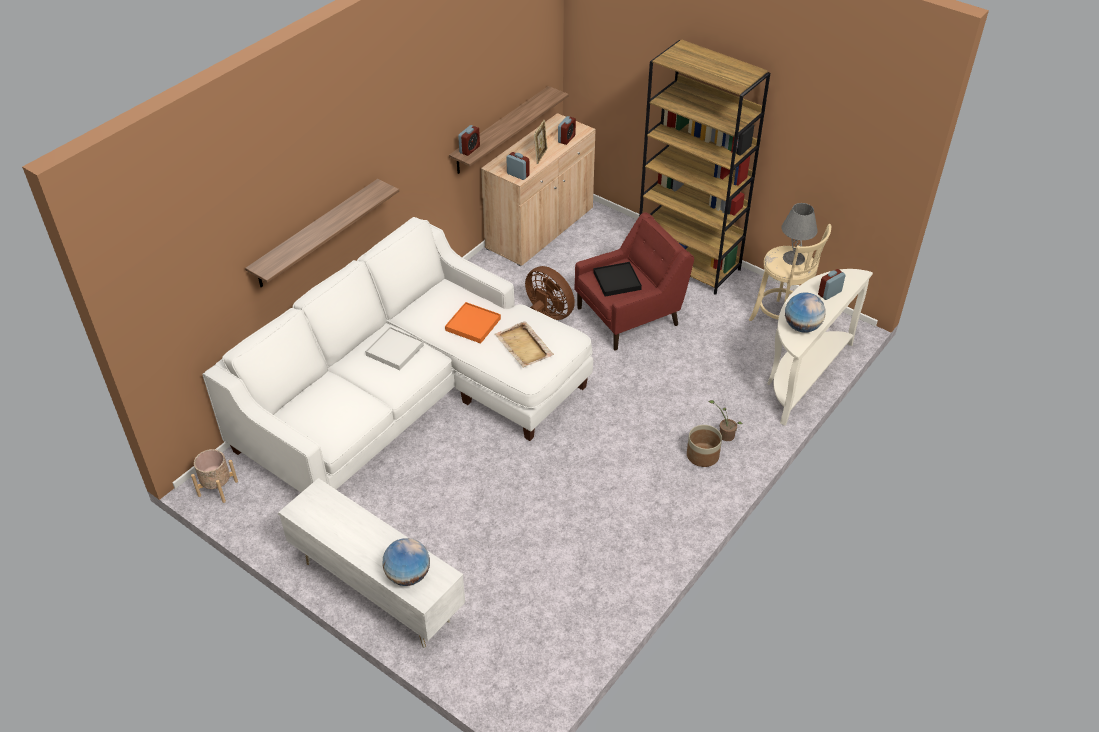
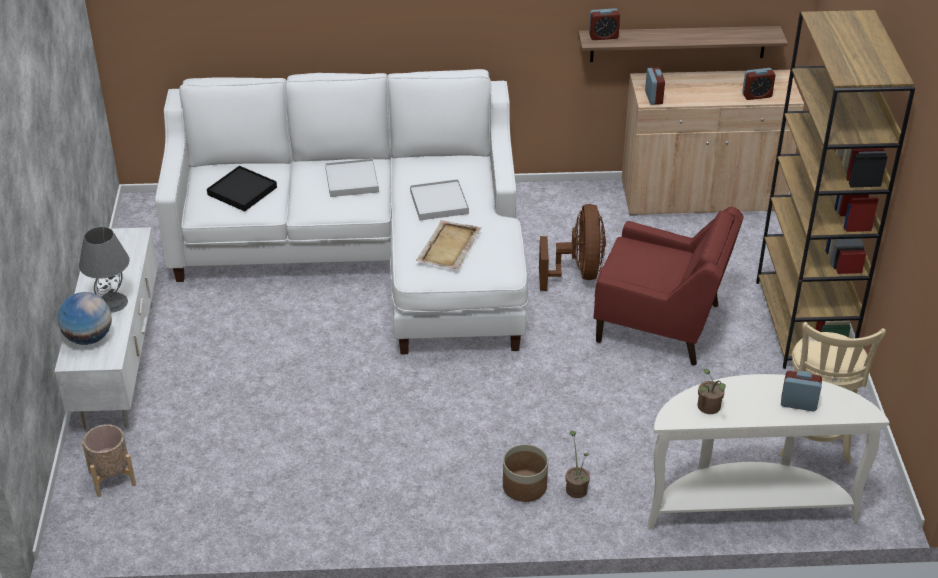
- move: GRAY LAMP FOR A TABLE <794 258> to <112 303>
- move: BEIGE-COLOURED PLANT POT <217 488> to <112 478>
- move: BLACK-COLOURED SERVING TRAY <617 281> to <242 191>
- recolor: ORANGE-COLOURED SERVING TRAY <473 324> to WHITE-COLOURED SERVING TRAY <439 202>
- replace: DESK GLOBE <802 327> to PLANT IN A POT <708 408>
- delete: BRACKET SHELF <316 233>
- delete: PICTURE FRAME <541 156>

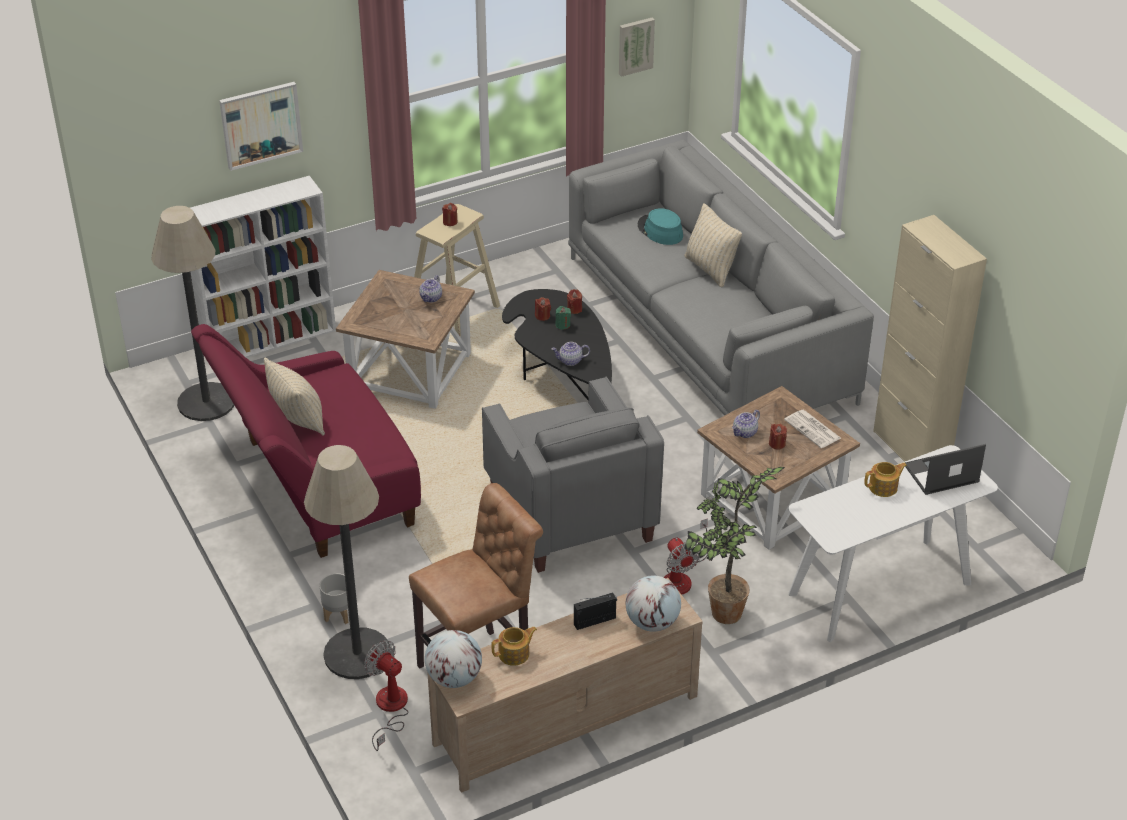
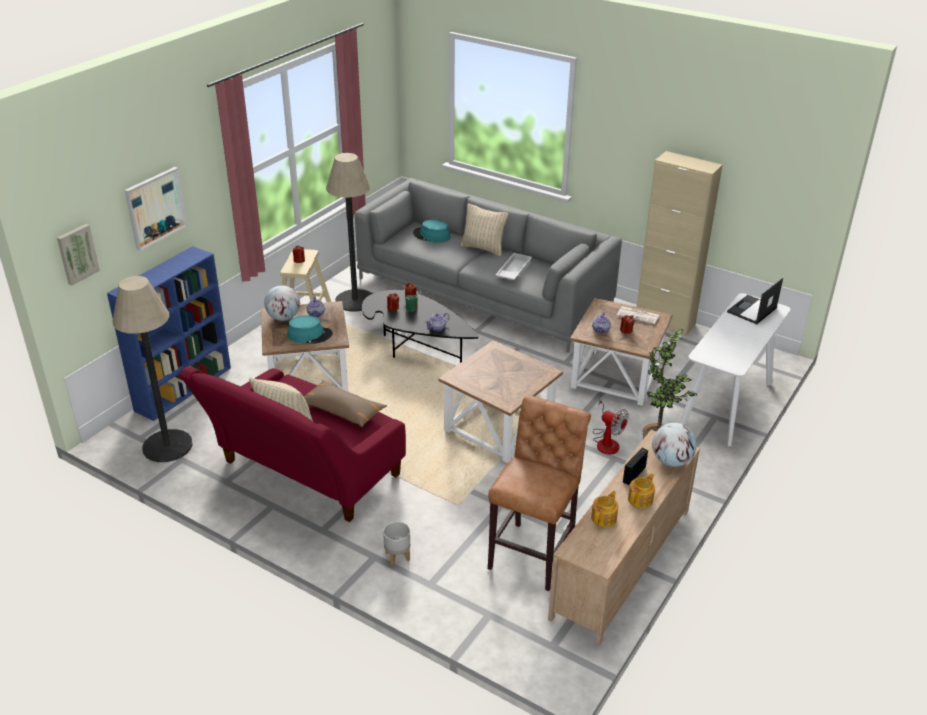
- move: WALL ART <635 46> to <77 254>
- recolor: WHITE-COLOURED SHELVING UNIT <270 339> to BLUE SHELVING UNIT <184 388>
- move: DESK GLOBE <454 678> to <283 318>
- insert: TURQUOISE-COLOURED HAT <310 335>
- insert: BROWN-COLOURED PILLOW <342 410>
- move: FLOOR LAMP <357 654> to <355 301>
- replace: GRAY EASY CHAIR <569 513> to BROWN-COLOURED SIDE TABLE <499 428>
- insert: WHITE-COLOURED SERVING TRAY <513 271>
- move: TEAPOT <884 487> to <641 499>
- delete: COOLING FAN <389 709>

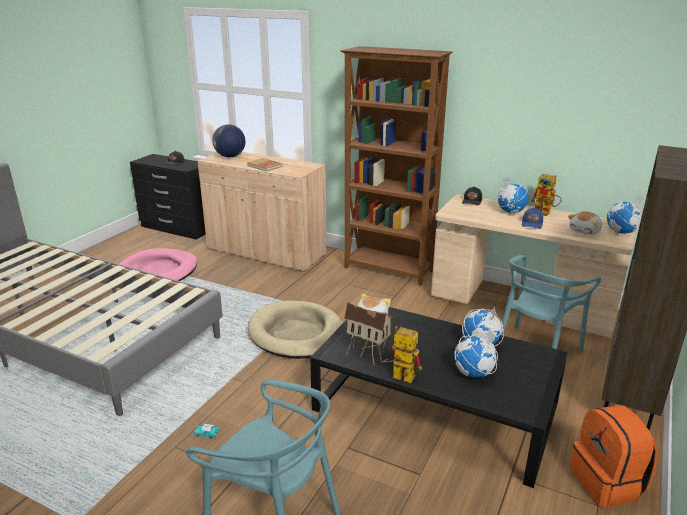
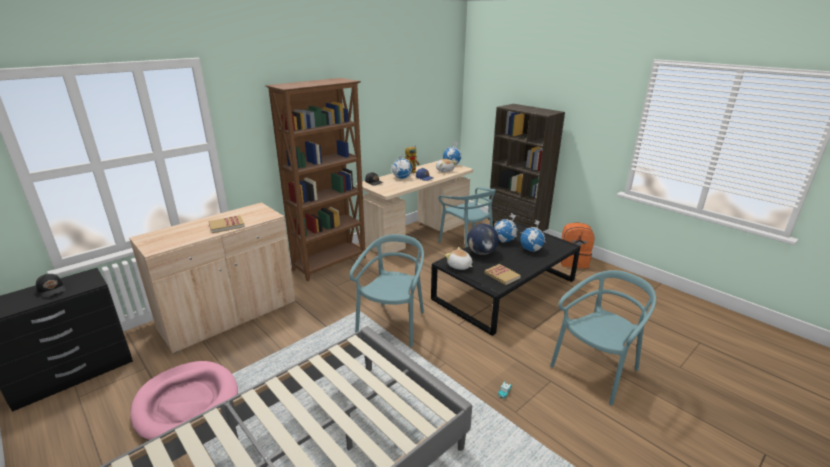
- replace: BEIGE-COLOURED DOG CUSHION <297 334> to TURQUOISE-COLOURED CHAIR <393 324>
- move: DESK GLOBE <230 156> to <481 253>
- replace: TOY HOUSE <367 355> to BOOK <502 275>
- delete: ROBOT FIGURE <398 377>

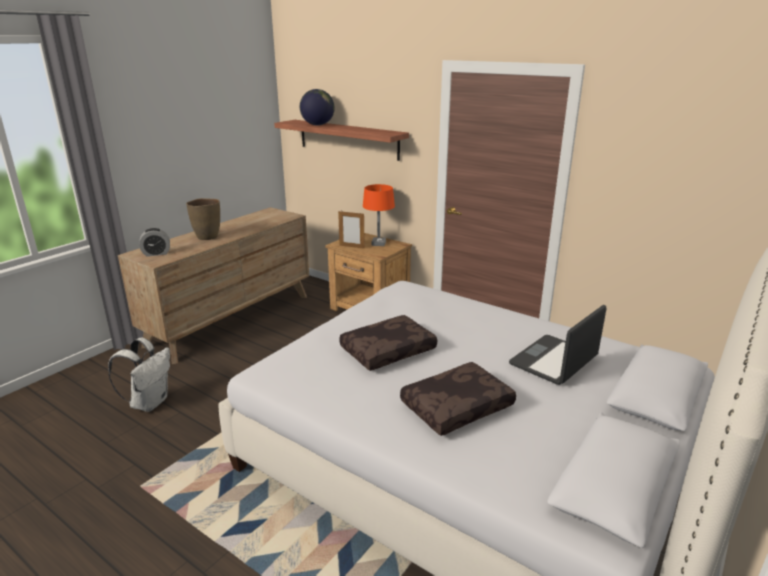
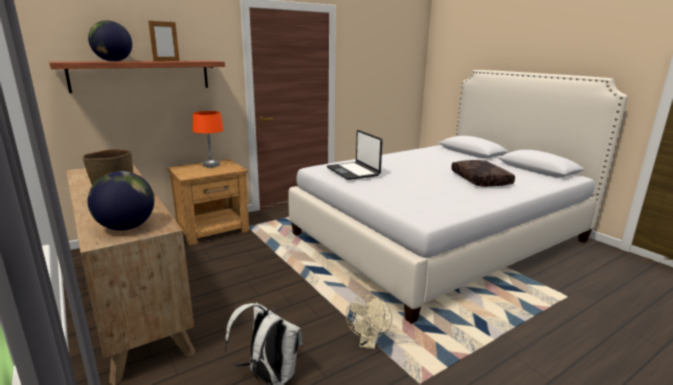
- replace: BEDSIDE CLOCK <156 253> to DESK GLOBE <126 227>
- move: PICTURE FRAME <352 247> to <166 61>
- move: PORTABLE COMPUTER <554 361> to <353 171>
- insert: BEIGE-COLOURED COOLING FAN <368 343>
- delete: BROWN-COLOURED PILLOW <388 350>

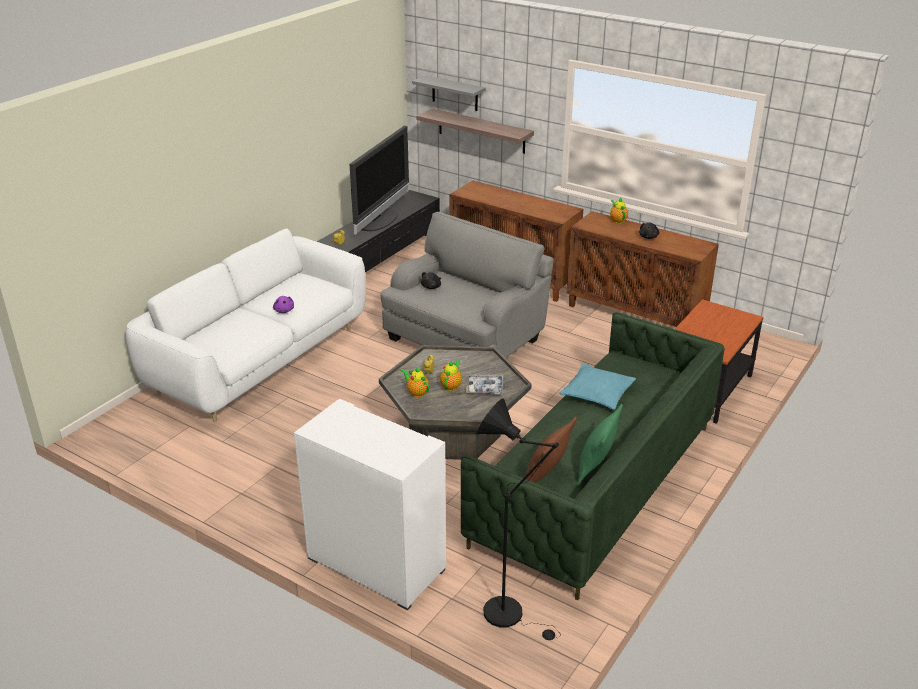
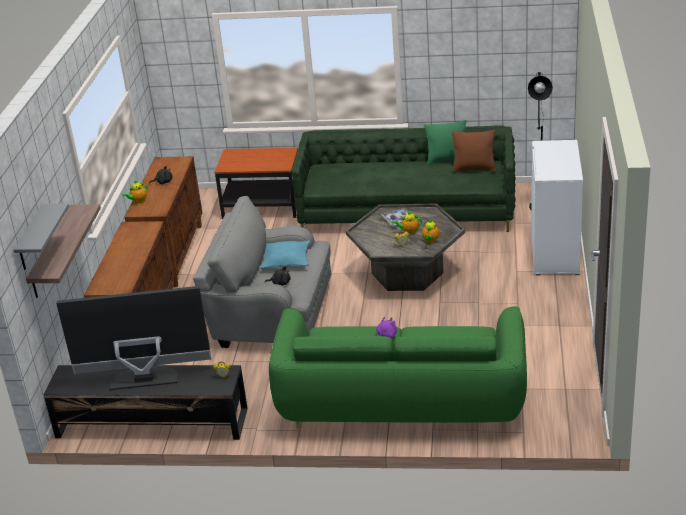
- move: TURQUOISE-COLOURED PILLOW <597 393> to <286 260>
- recolor: WHITE-COLOURED SOFA <259 360> to GREEN-COLOURED SOFA <401 403>

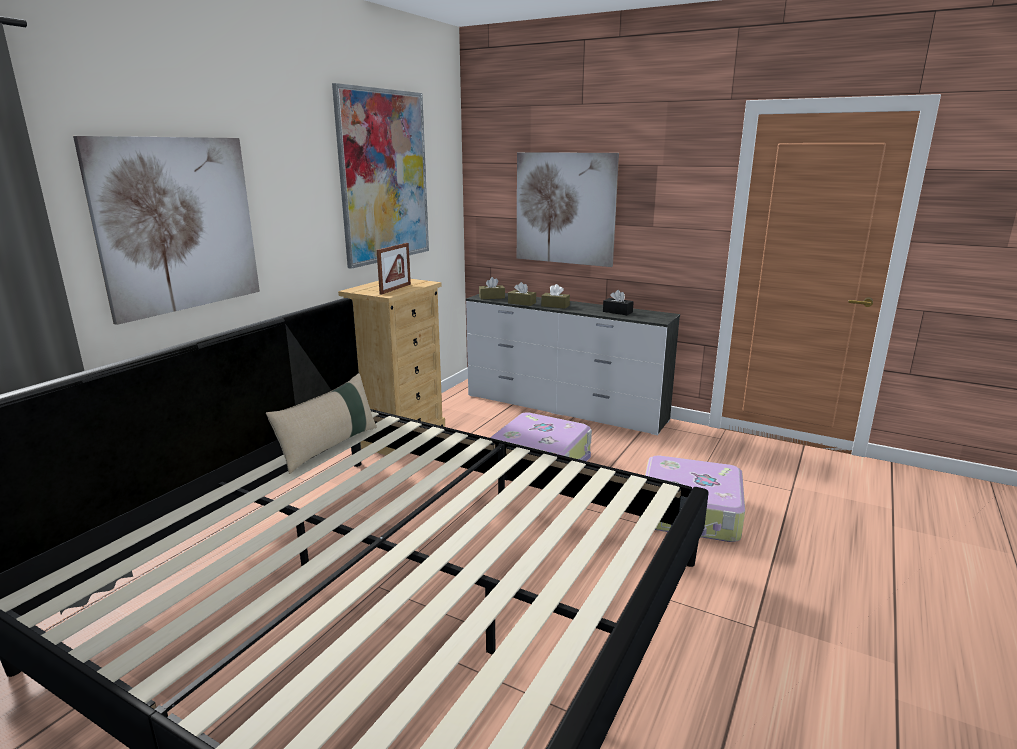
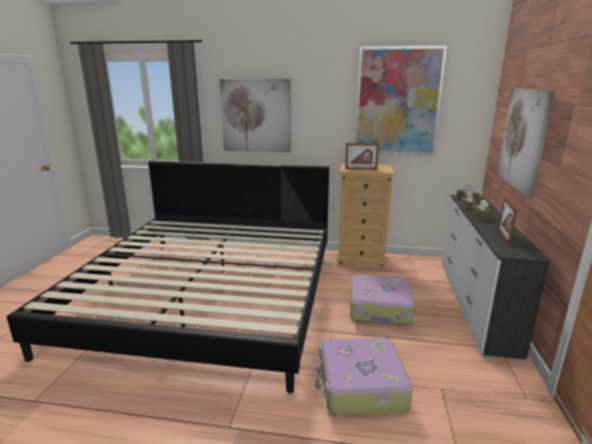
- replace: BLACK-COLOURED TISSUE BOX <617 312> to PICTURE FRAME <503 236>
- delete: BEIGE-COLOURED PILLOW <329 446>

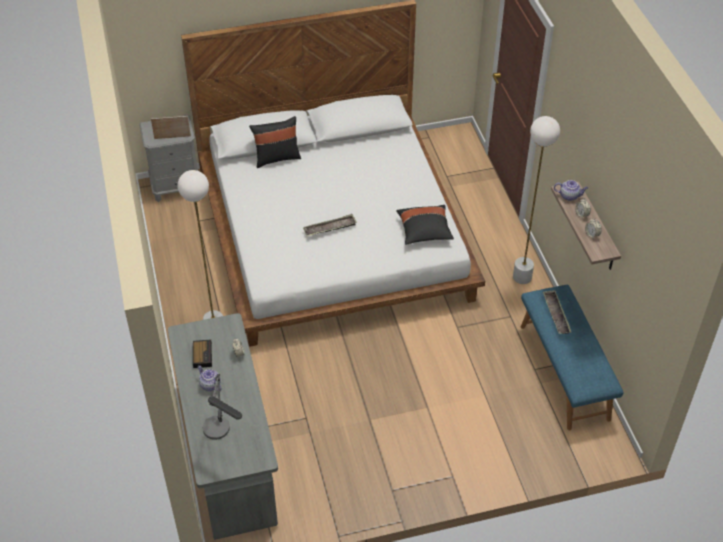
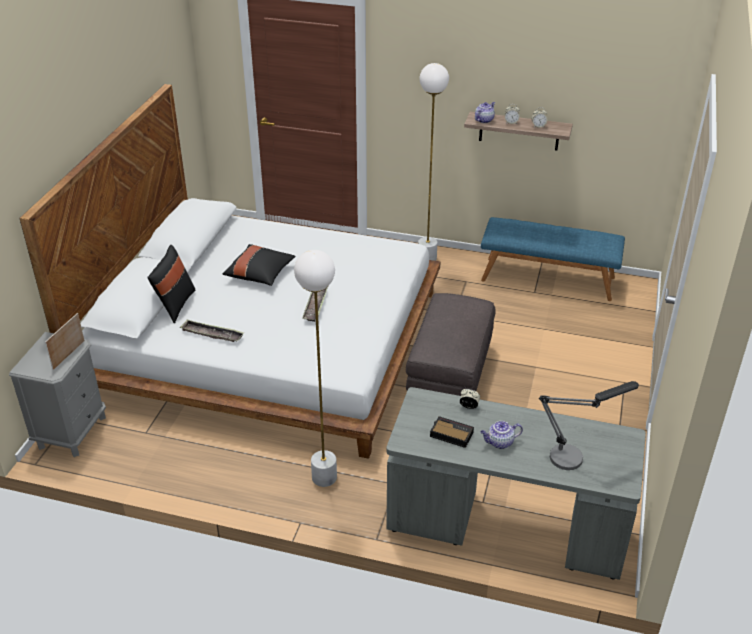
- move: SERVING TRAY <556 314> to <212 334>
- move: BLACK-COLOURED PILLOW <424 231> to <260 274>
- insert: GRAY OTTOMAN <449 374>

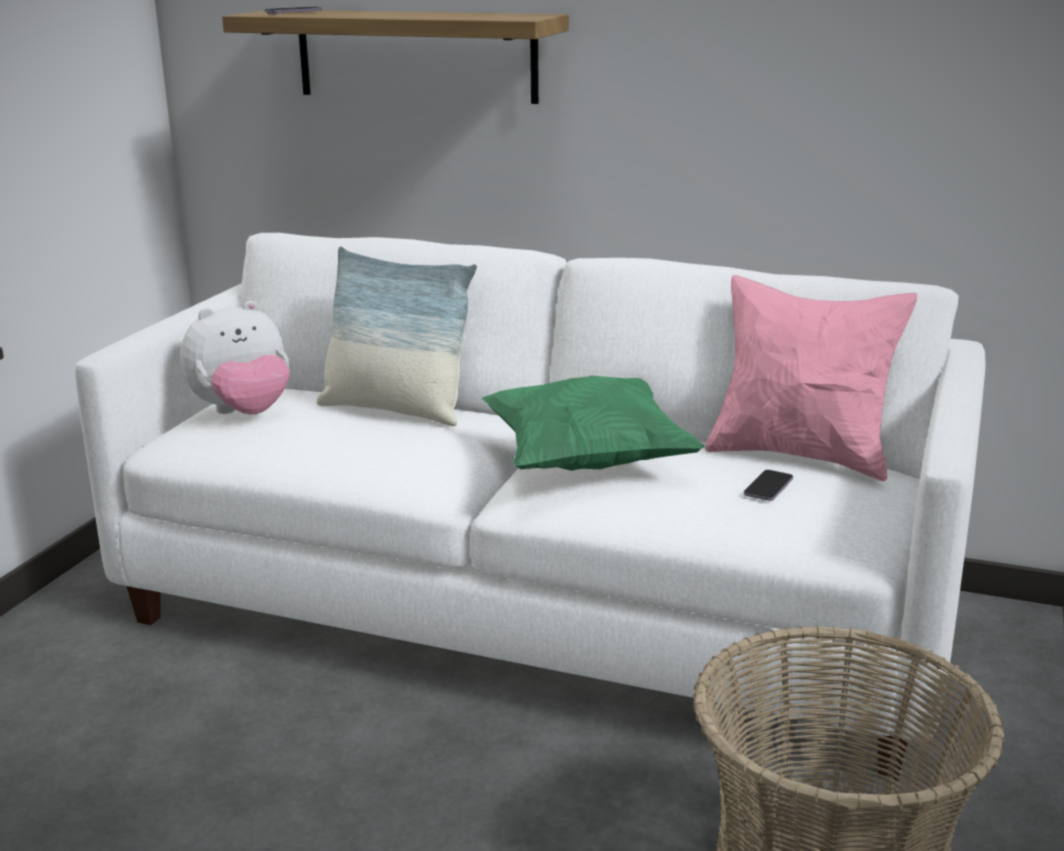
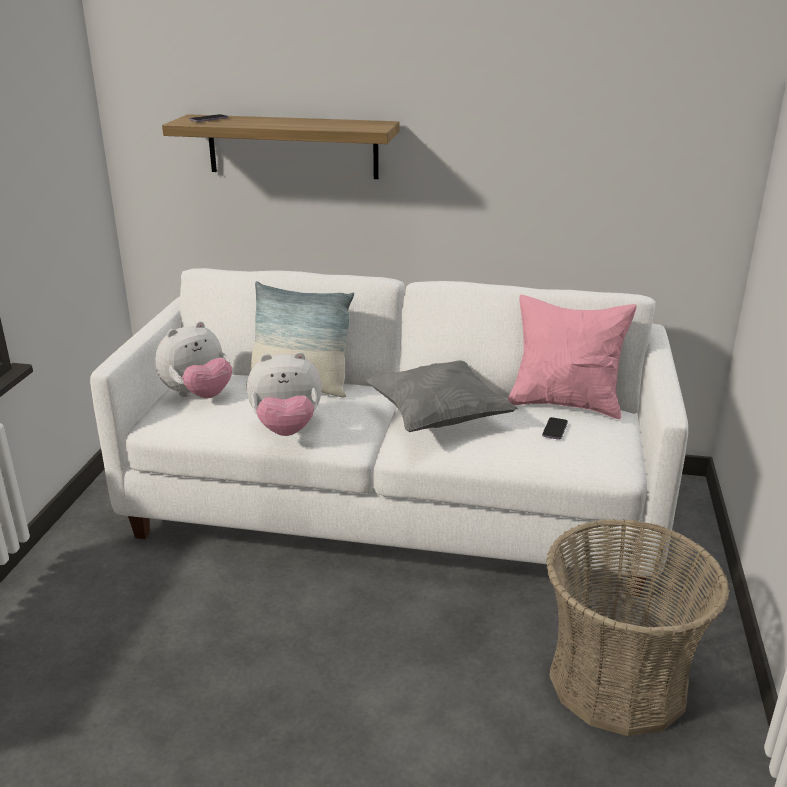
- insert: SOFT TOY <286 429>
- recolor: GREEN-COLOURED PILLOW <587 461> to GRAY PILLOW <438 418>

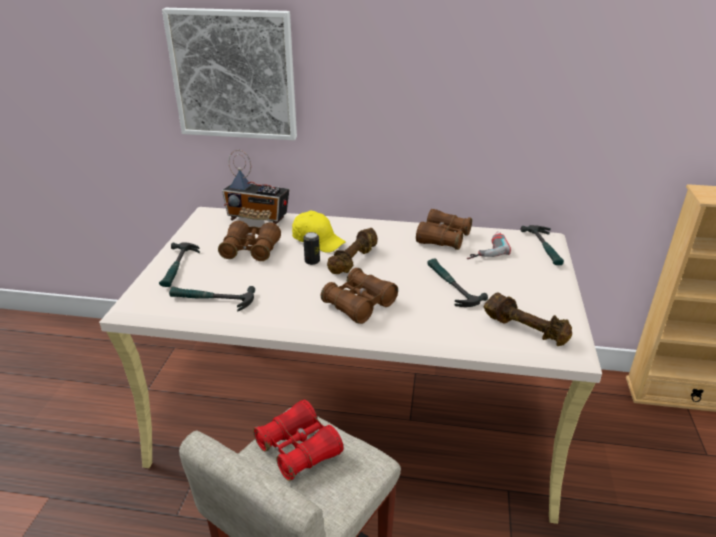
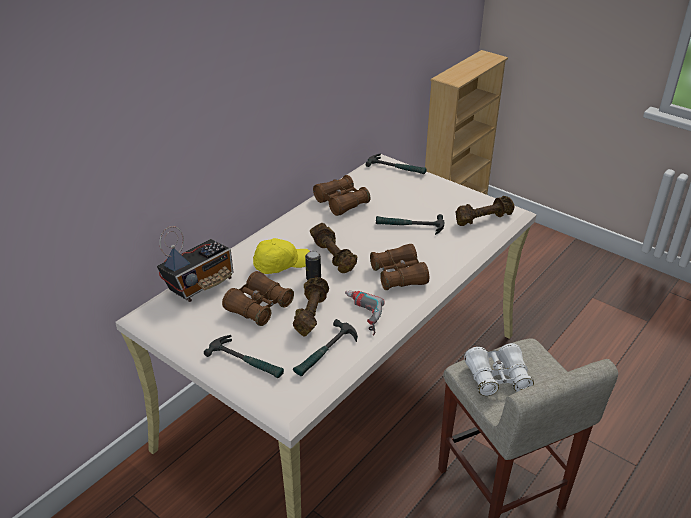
- insert: BROWN-COLOURED DUMBBELL <310 314>
- move: POWER DRILL <484 249> to <360 315>
- recolor: RED FIELD GLASSES <298 449> to WHITE-COLOURED FIELD GLASSES <497 377>
- delete: WALL ART <234 75>

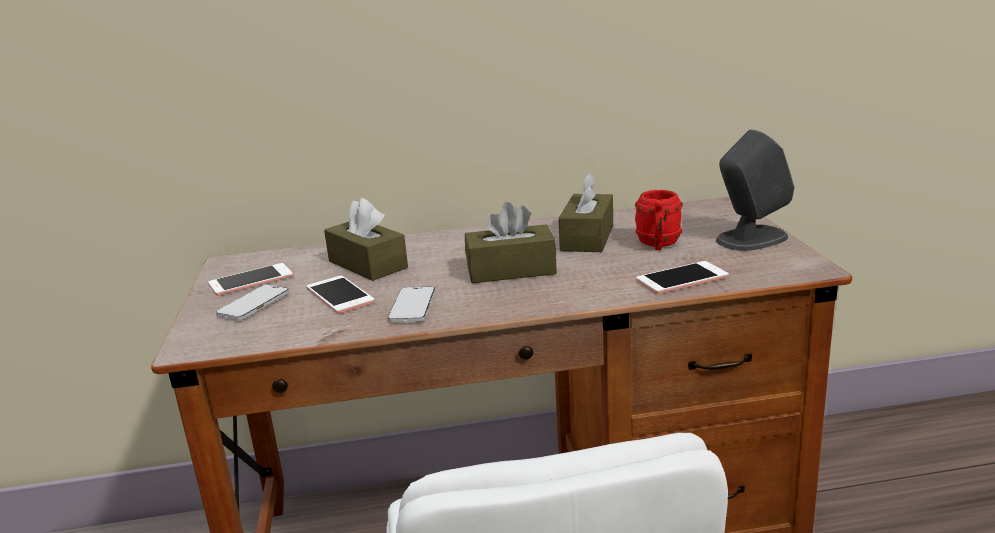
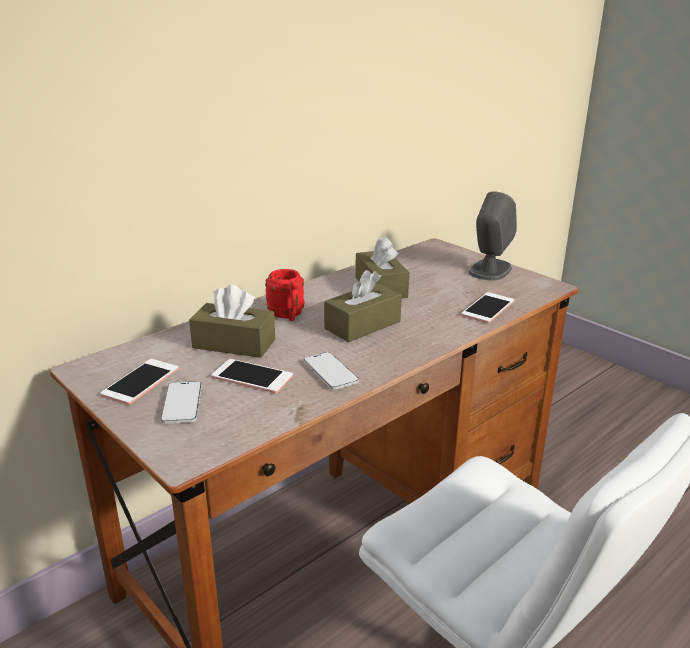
- move: RED COFFEE MUG <658 245> to <288 315>

